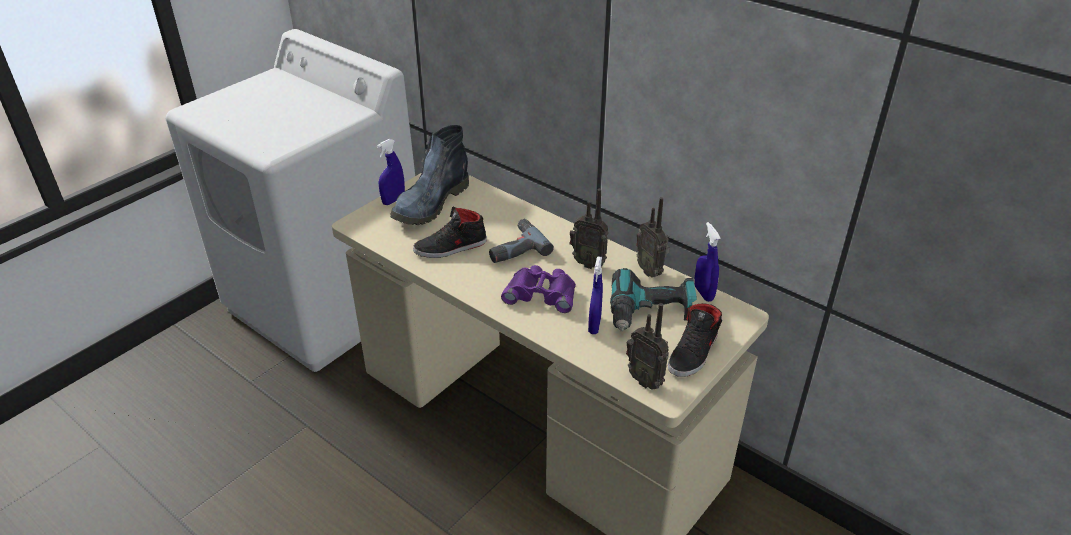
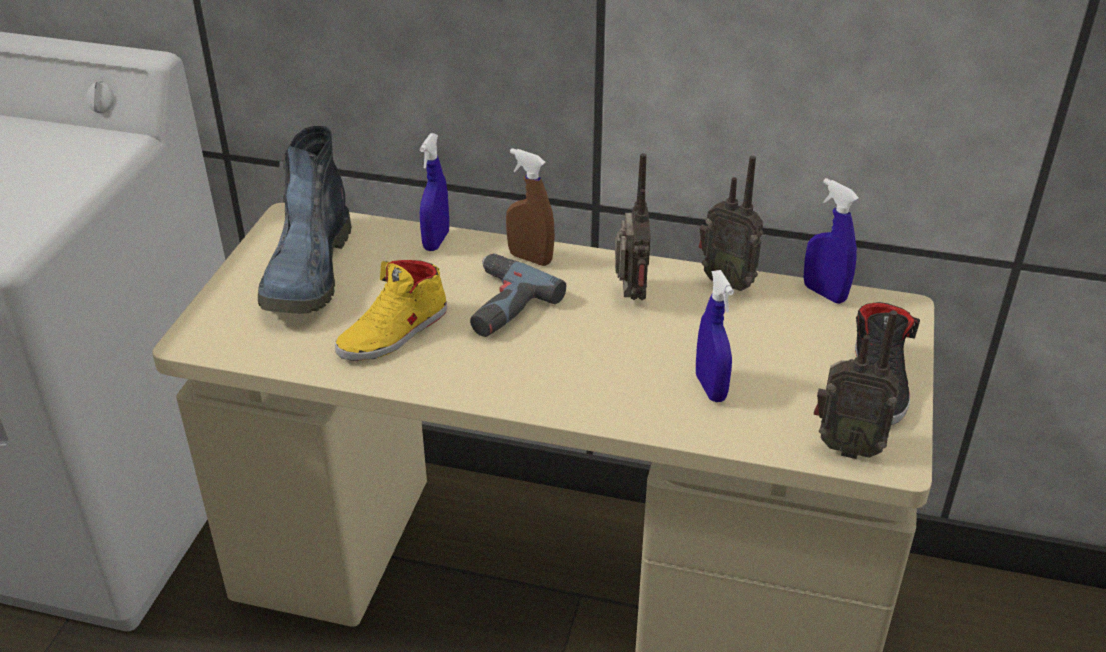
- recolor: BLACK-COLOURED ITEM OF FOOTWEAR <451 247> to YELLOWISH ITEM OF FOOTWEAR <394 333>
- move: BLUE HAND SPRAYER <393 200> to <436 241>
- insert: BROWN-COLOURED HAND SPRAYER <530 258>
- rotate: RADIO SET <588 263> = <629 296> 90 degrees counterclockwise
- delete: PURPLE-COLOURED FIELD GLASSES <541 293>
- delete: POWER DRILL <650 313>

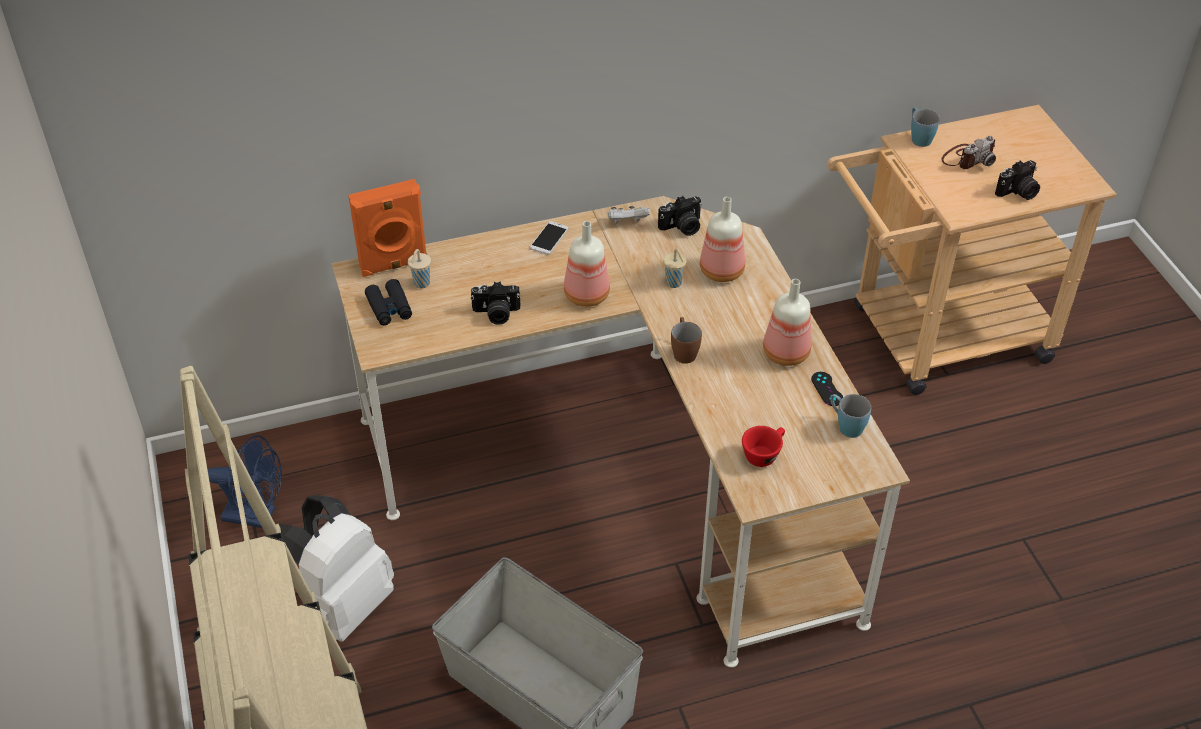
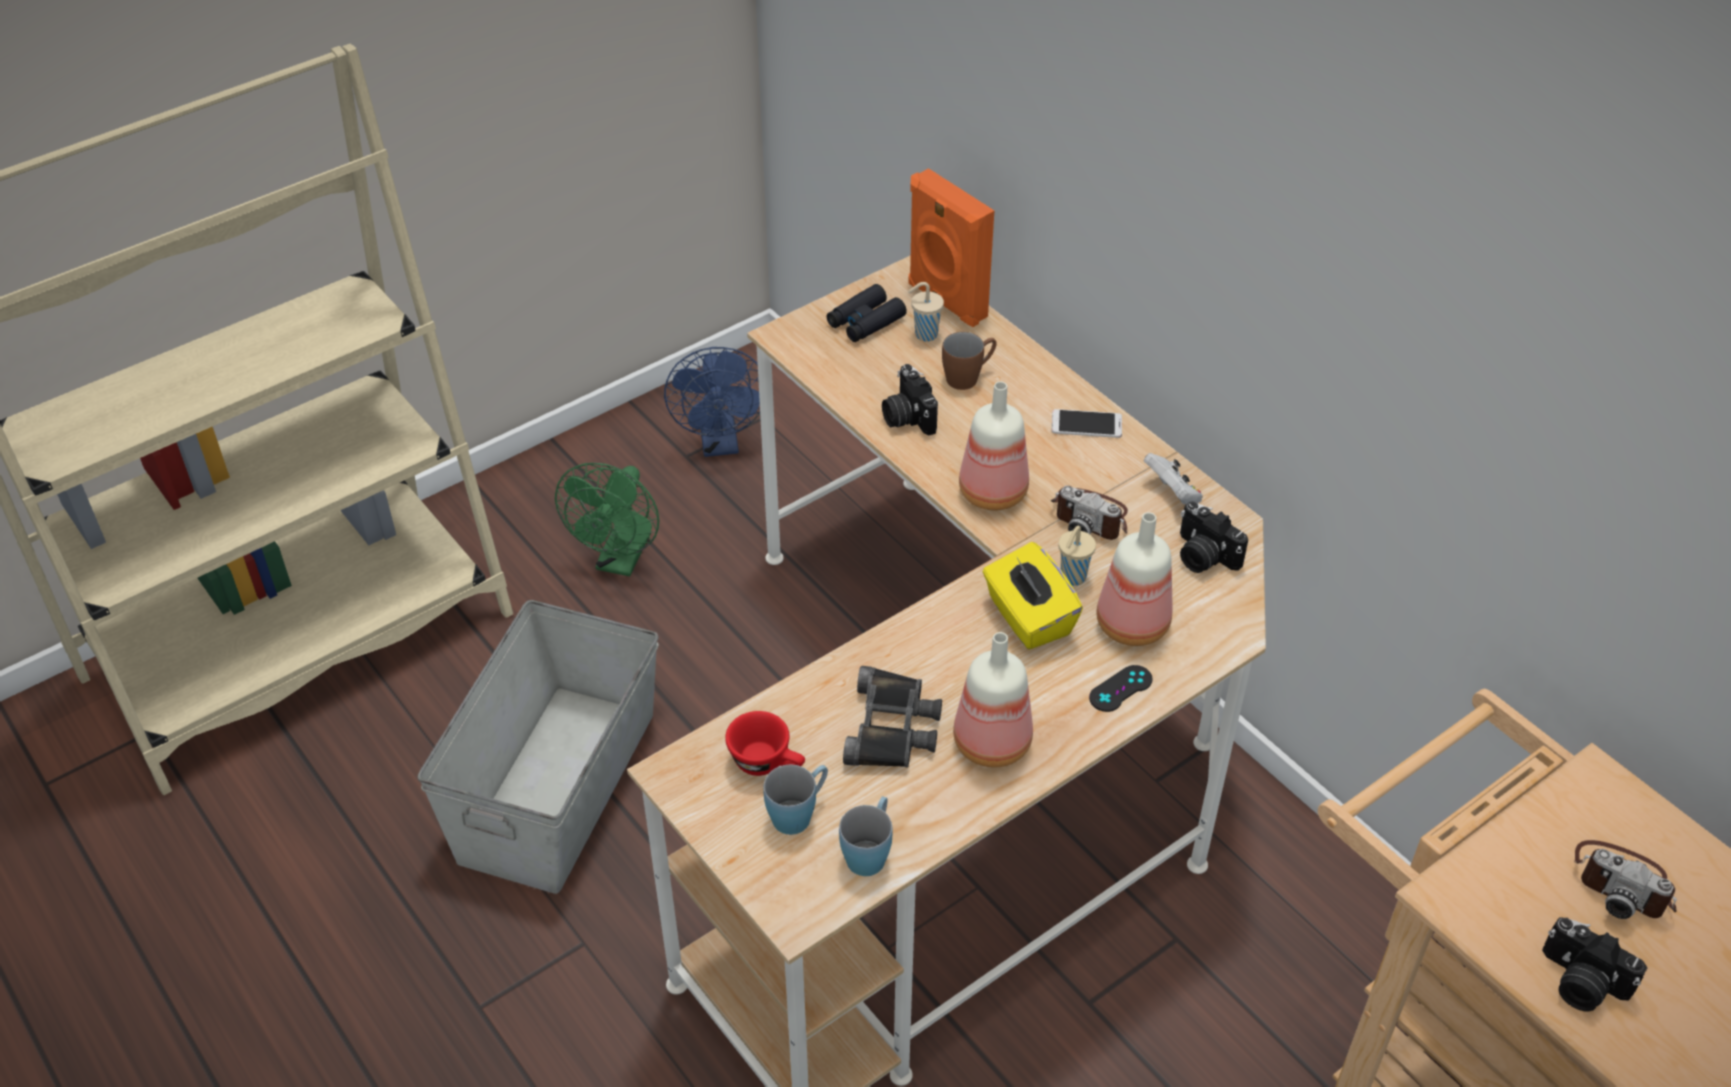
- replace: WHITE-COLOURED RUCKSACK <342 606> to GREEN-COLOURED COOLING FAN <621 560>
- move: BLUE COFFEE MUG <918 137> to <799 813>
- insert: BLACK-COLOURED FIELD GLASSES <893 727>
- move: BROWN-COLOURED COFFEE MUG <683 351> to <968 377>
- insert: YELLOWISH TISSUE BOX <1028 618>
- insert: PHOTO CAMERA <1091 517>
- move: BLACK-COLOURED GAMEPAD <827 389> to <1120 689>

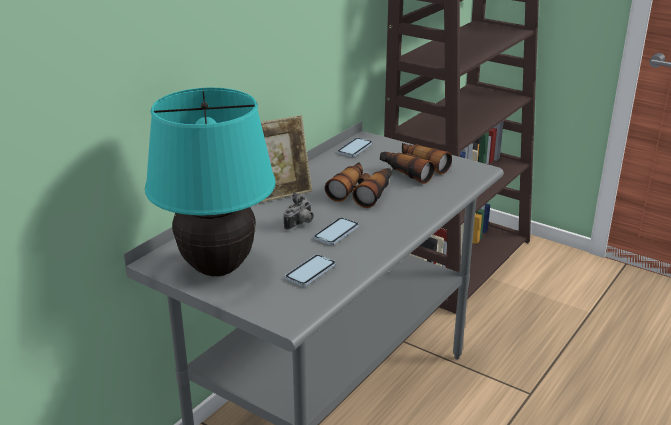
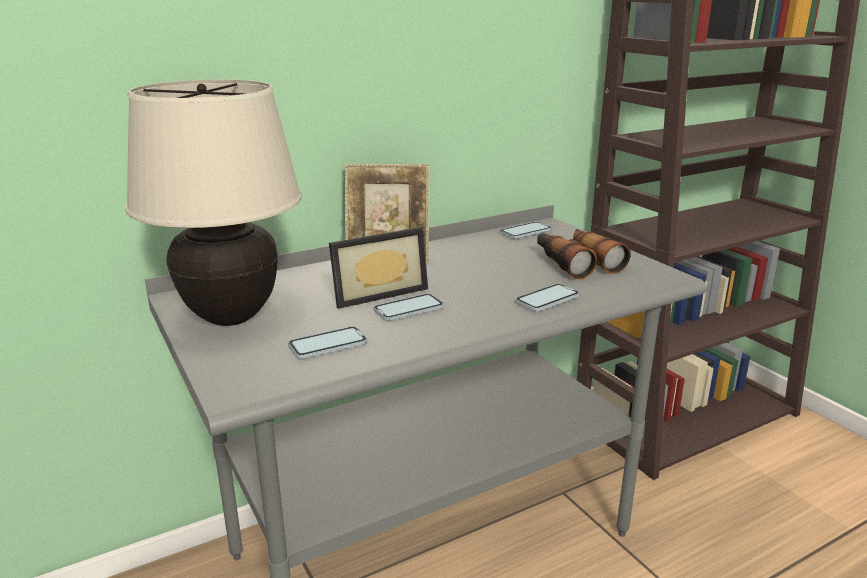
- recolor: TURQUOISE-COLOURED LAMP FOR A TABLE <218 268> to BEIGE-COLOURED LAMP FOR A TABLE <231 318>
- replace: PHOTO CAMERA <300 224> to PICTURE FRAME <377 292>
- insert: TELEPHONE <547 299>
- delete: FIELD GLASSES <362 191>

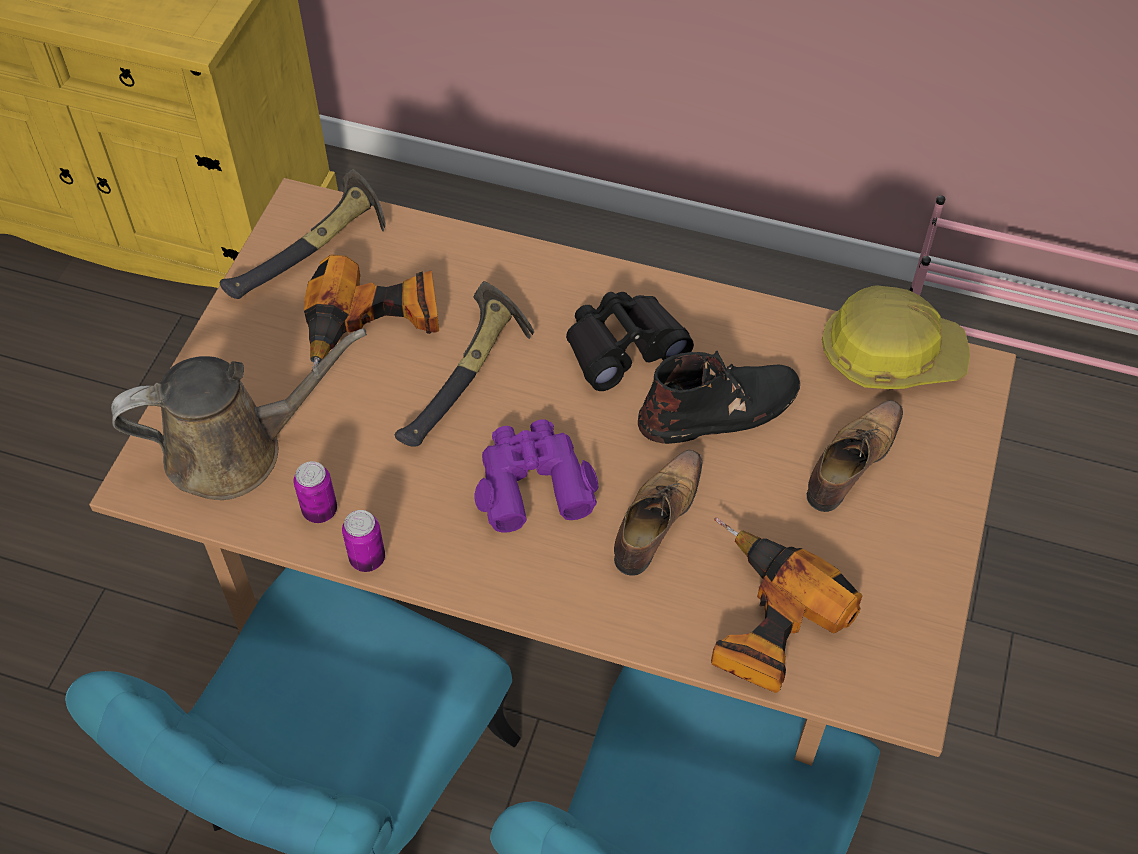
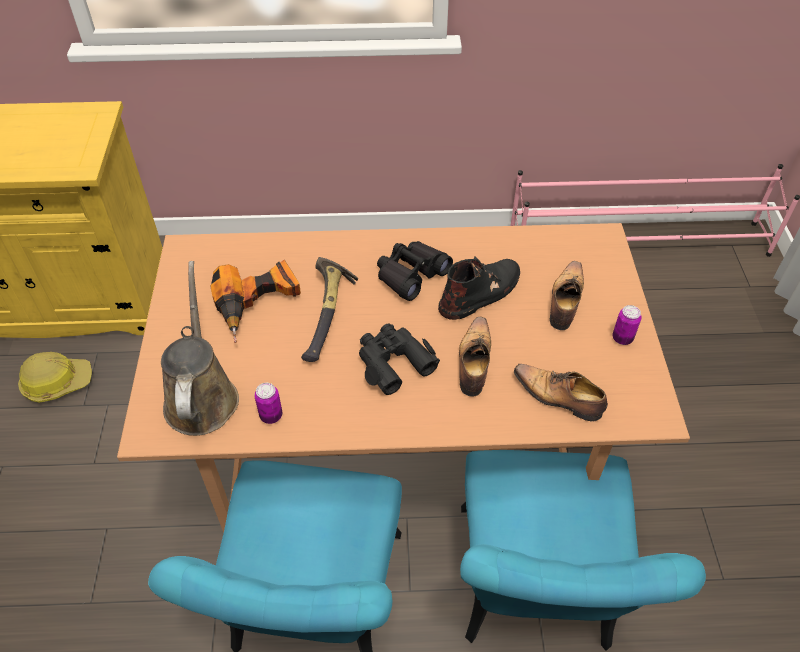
- move: WORK HELMET <890 354> to <57 382>
- rotate: BROWN-COLOURED WATERING CAN <236 450> = <201 396> 60 degrees counterclockwise
- recolor: PURPLE-COLOURED FIELD GLASSES <532 482> to BLACK-COLOURED FIELD GLASSES <393 362>
- replace: POWER DRILL <761 618> to ITEM OF FOOTWEAR <558 397>
- move: CAN <367 558> to <622 338>
- delete: HAND HAMMER <314 253>

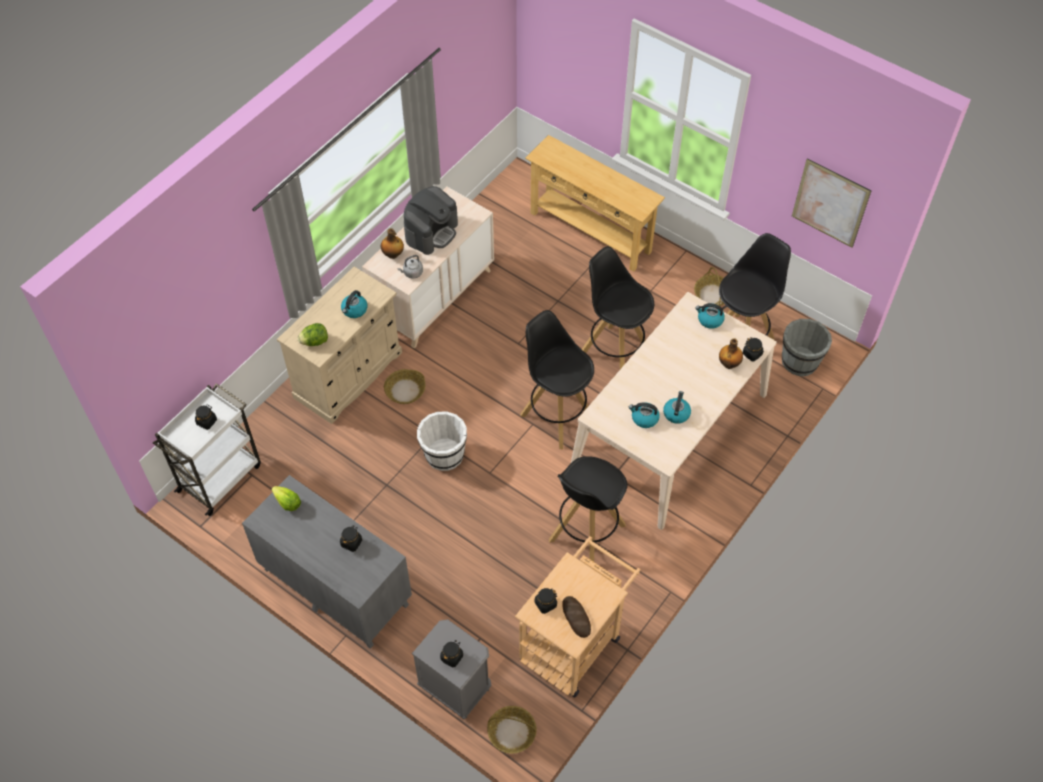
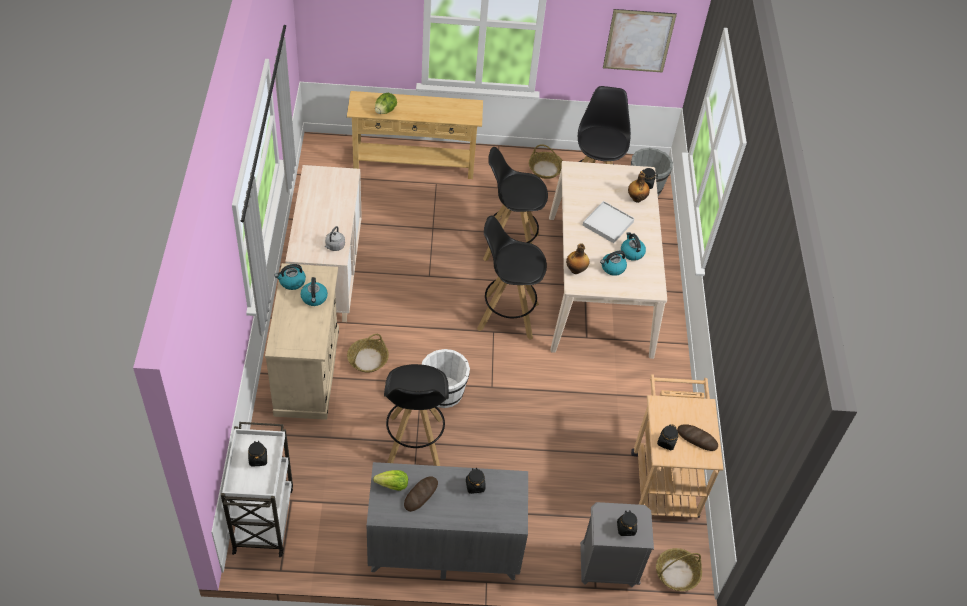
- move: KETTLE <709 320> to <292 282>
- move: LETTUCE <315 341> to <385 111>
- move: BLACK-COLOURED STOOL <586 533> to <414 443>
- insert: BAKED BREAD <421 495>
- move: DRINK BOTTLE <393 255> to <576 270>
- insert: WHITE-COLOURED SERVING TRAY <608 223>
- delete: COFFEE MAKER <431 232>

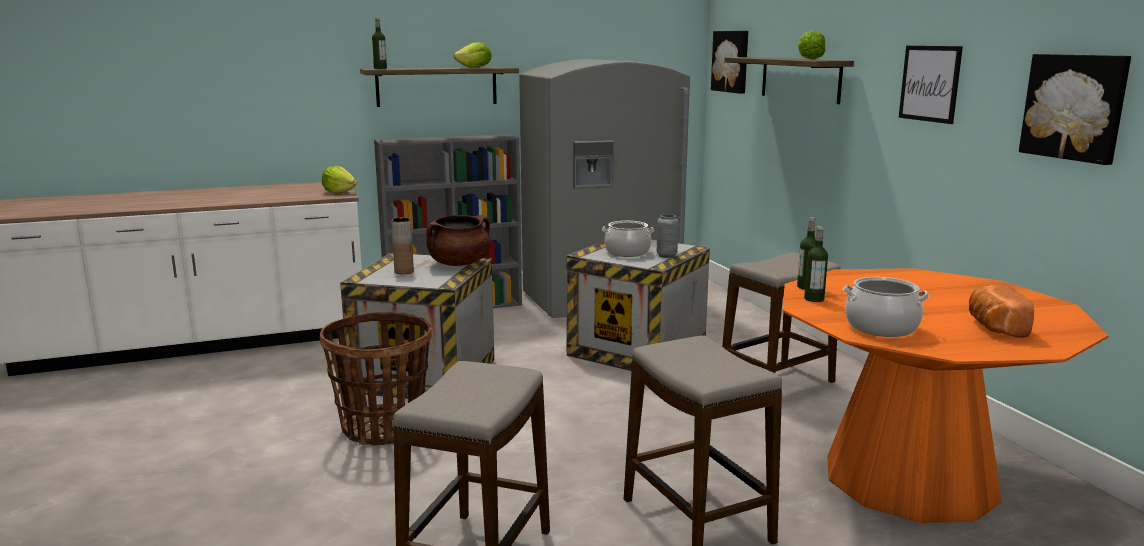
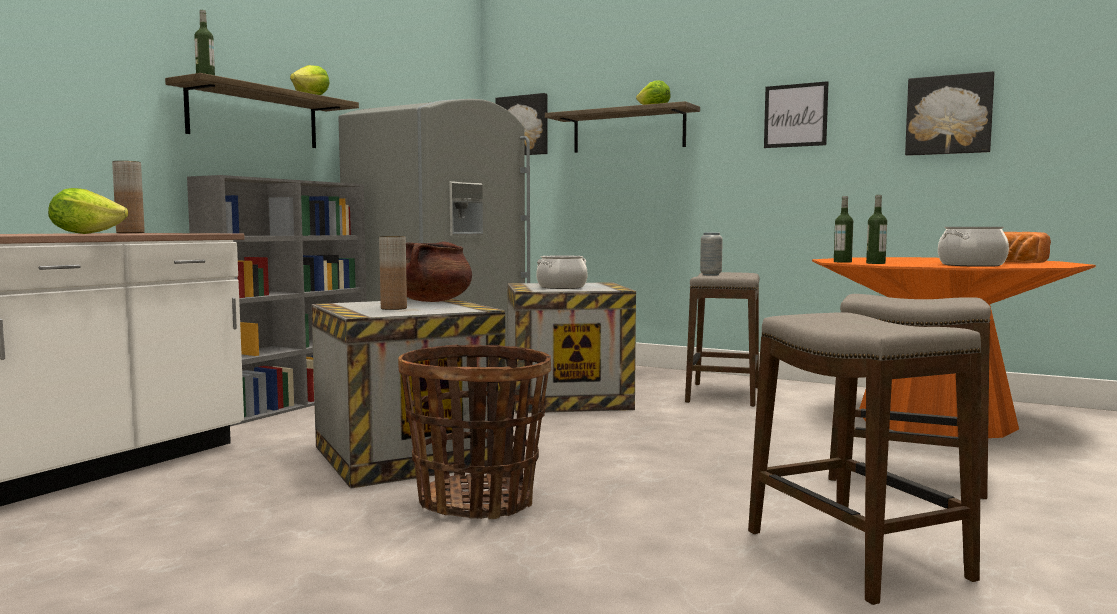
- move: LETTUCE <339 192> to <85 234>
- insert: BROWN-COLOURED VASE <130 233>
- move: GRAY VASE <666 256> to <710 275>

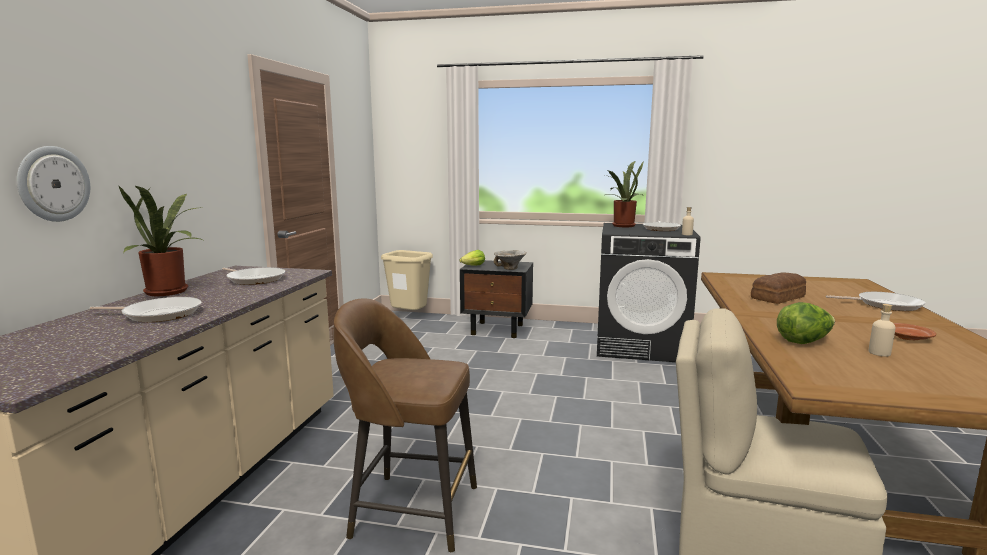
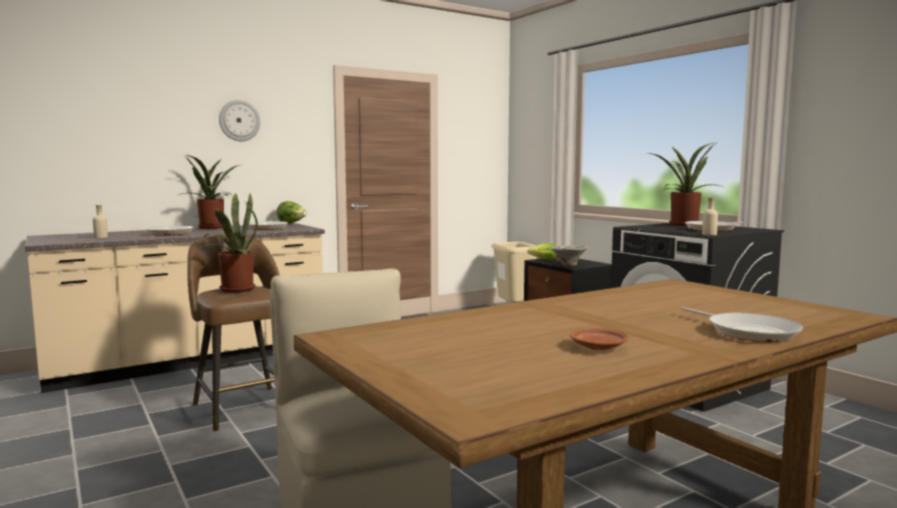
- move: BEIGE-COLOURED DRINK BOTTLE <879 353> to <101 237>
- insert: PLANT IN A POT <233 290>
- move: CLOCK ON THE WALL <53 184> to <239 120>
- move: LETTUCE <804 341> to <292 223>
- delete: BAKED BREAD <779 297>

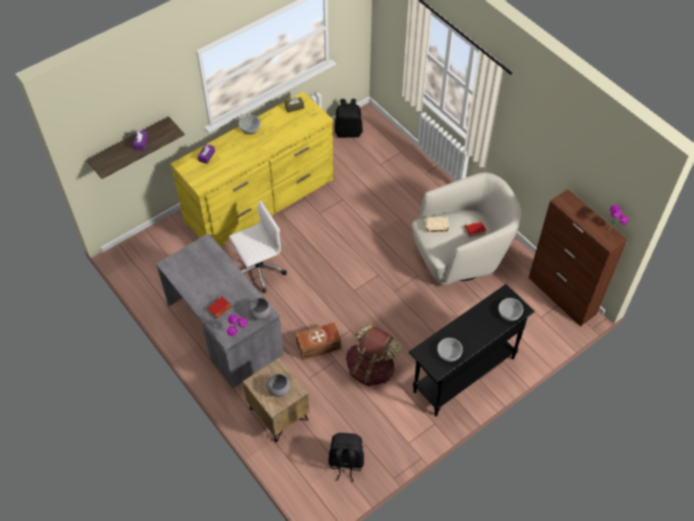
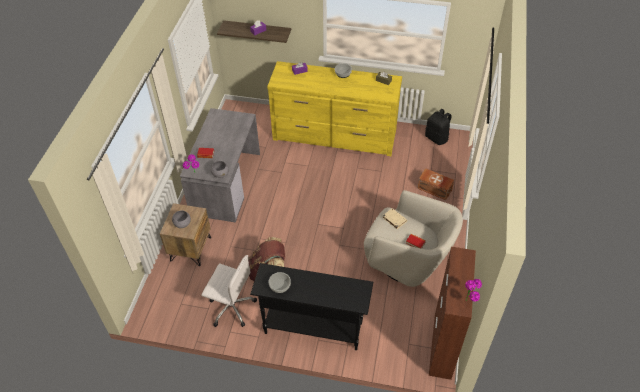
- move: WHITE-COLOURED DESK CHAIR <258 270> to <231 307>
- move: BROWN-COLOURED STORAGE BIN <319 346> to <434 189>
- delete: BLACK-COLOURED RUCKSACK <345 463>
- delete: BOWL <510 313>

